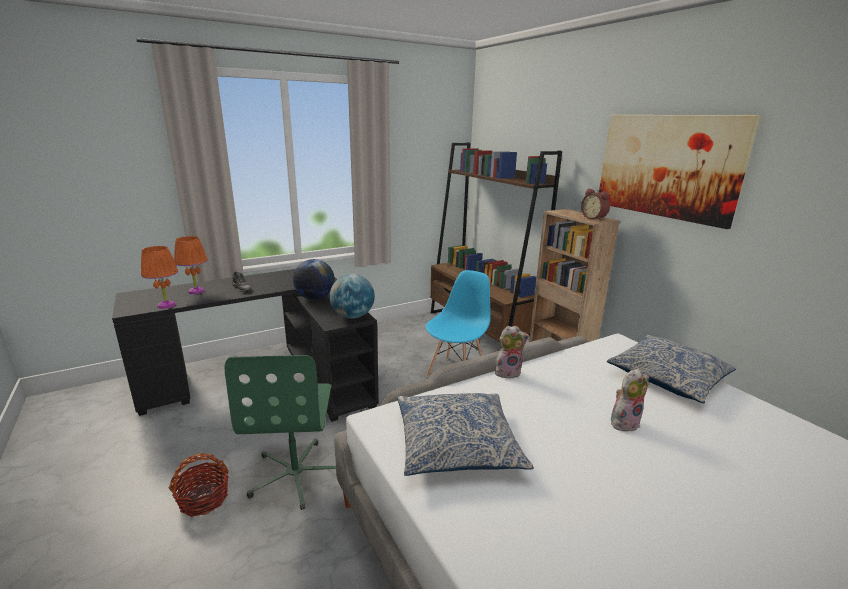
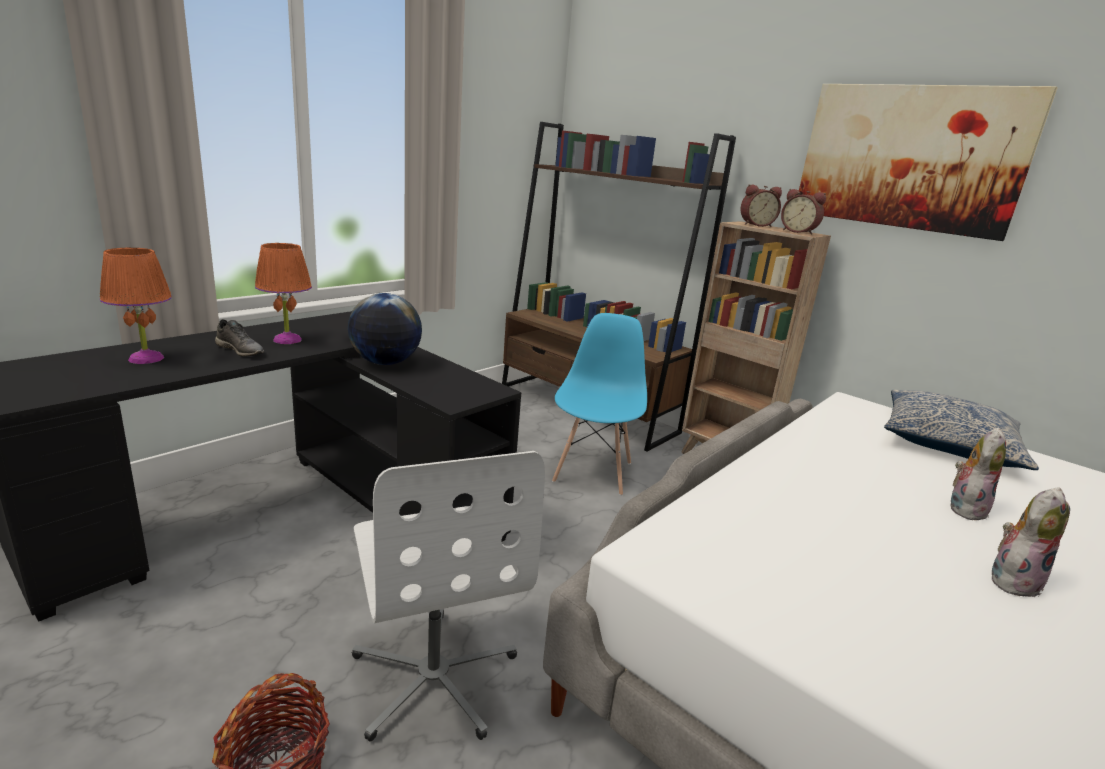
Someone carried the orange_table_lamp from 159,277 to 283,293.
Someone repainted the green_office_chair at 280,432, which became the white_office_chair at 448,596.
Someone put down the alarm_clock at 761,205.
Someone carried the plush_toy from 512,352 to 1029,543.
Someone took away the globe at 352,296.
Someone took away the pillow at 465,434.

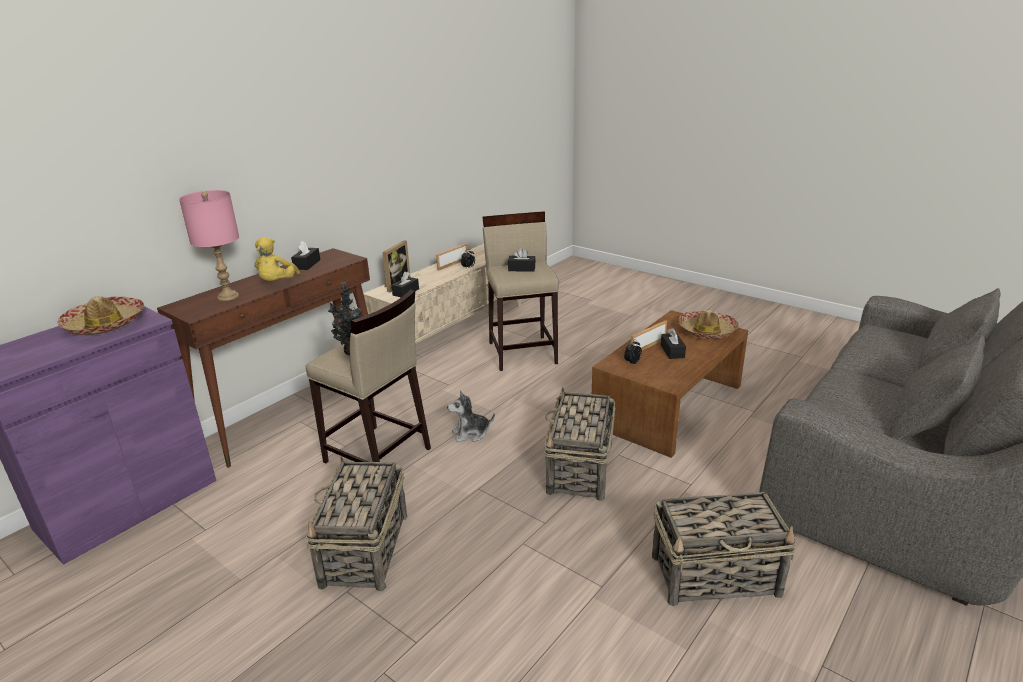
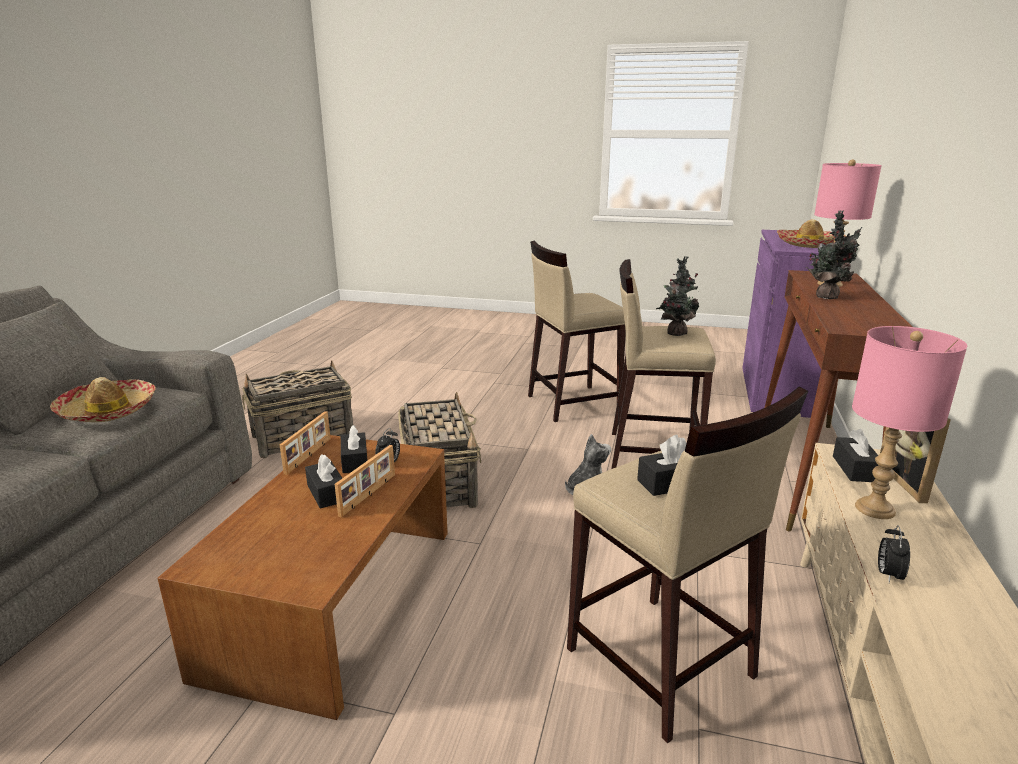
Someone carried the hat from 708,324 to 102,399.
Someone carried the picture_frame from 451,257 to 305,443.
Someone carried the black_tissue_box from 305,255 to 354,449.
Someone swapped the basket at 356,523 for the beige_stool at 577,331.
Someone swapped the yellow_plush_toy at 277,259 for the potted_plant at 834,255.
Someone put down the pink_table_lamp at 909,422.

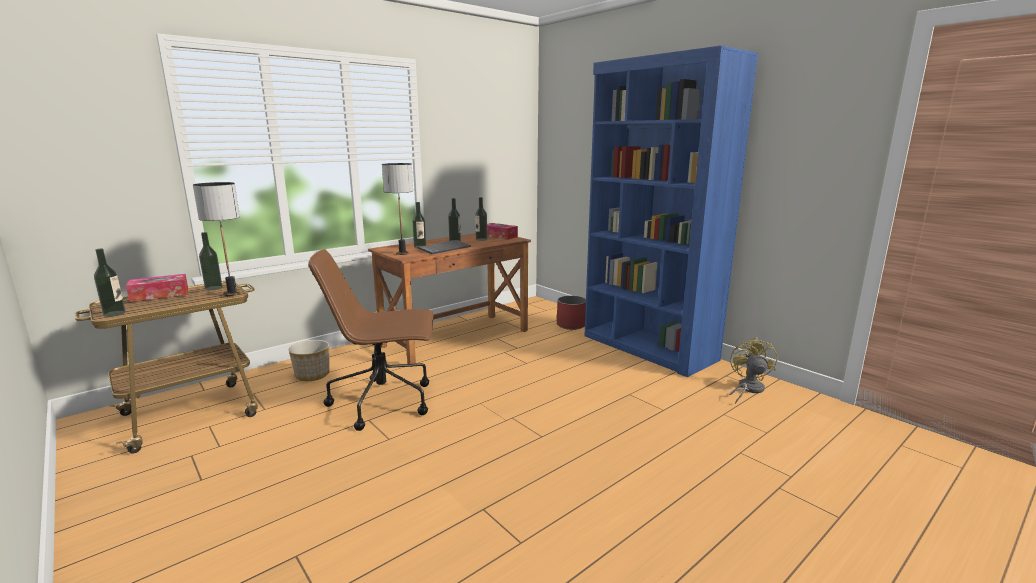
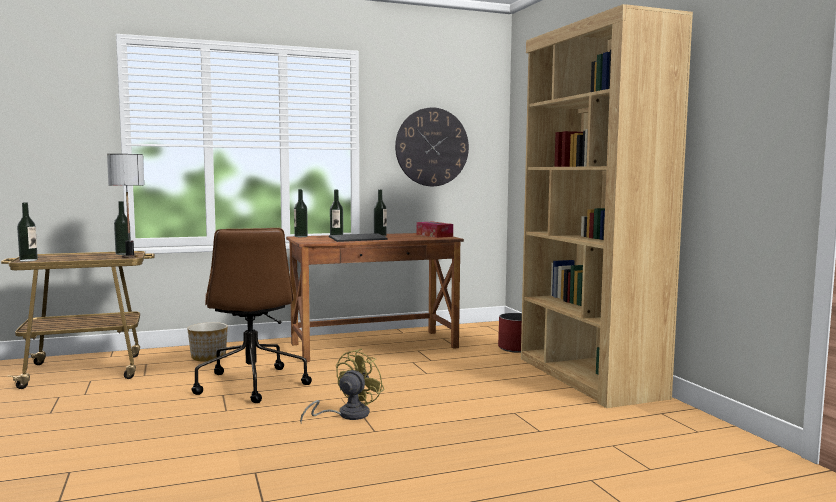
Someone rotated the brown_office_chair at 371,340 by 120 degrees counterclockwise.
Someone carried the bottle from 481,219 to 301,213.
Someone carried the yellow_fan from 753,370 to 342,386.
Someone put up the wall_clock at 432,146.
Someone repainted the blue_bookcase at 671,211, which became the brown_bookcase at 607,206.
Someone took away the tissue_box at 157,288.
Someone took away the table_lamp at 397,209.

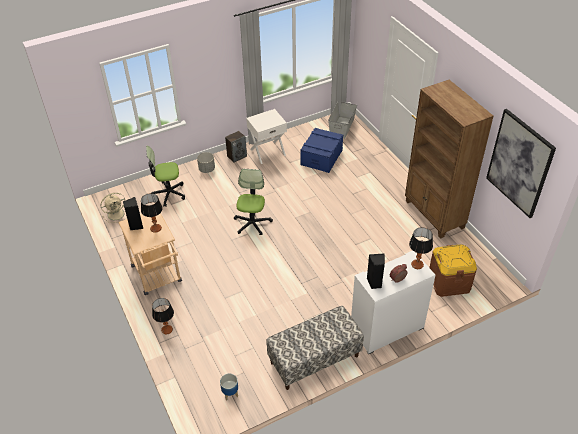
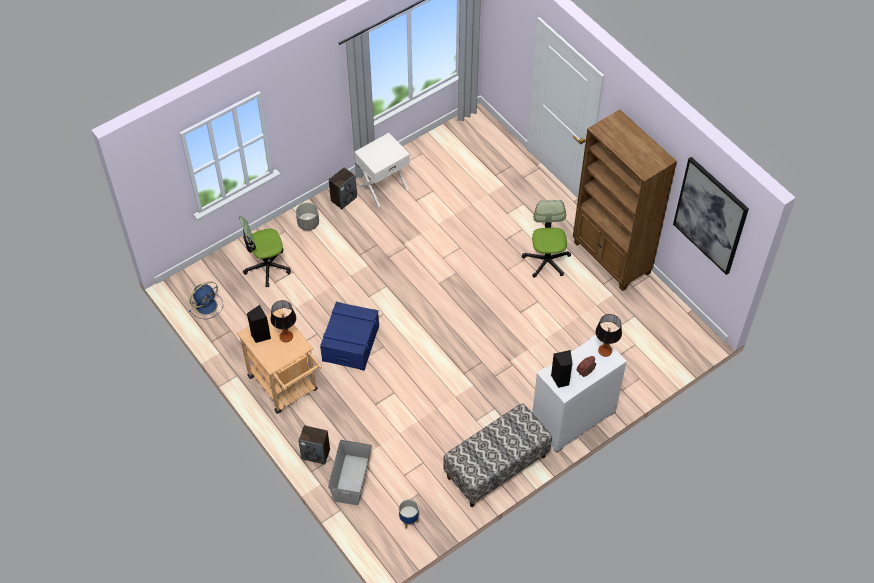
Someone repainted the beige_fan at 113,208, which became the blue_fan at 206,300.
Someone swapped the table_lamp at 163,316 for the speaker at 314,444.
Someone carried the blue_storage_box from 322,150 to 349,336.
Someone carried the grey_storage_box from 342,120 to 350,472.
Someone carried the office_chair from 253,202 to 546,239.
Someone took away the brown_storage_box at 453,270.

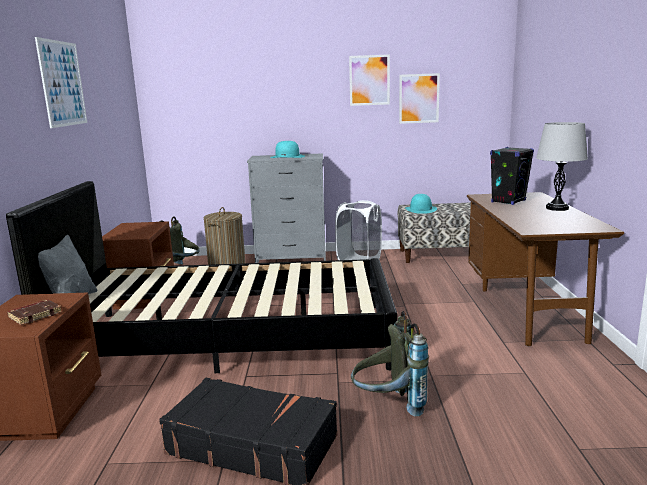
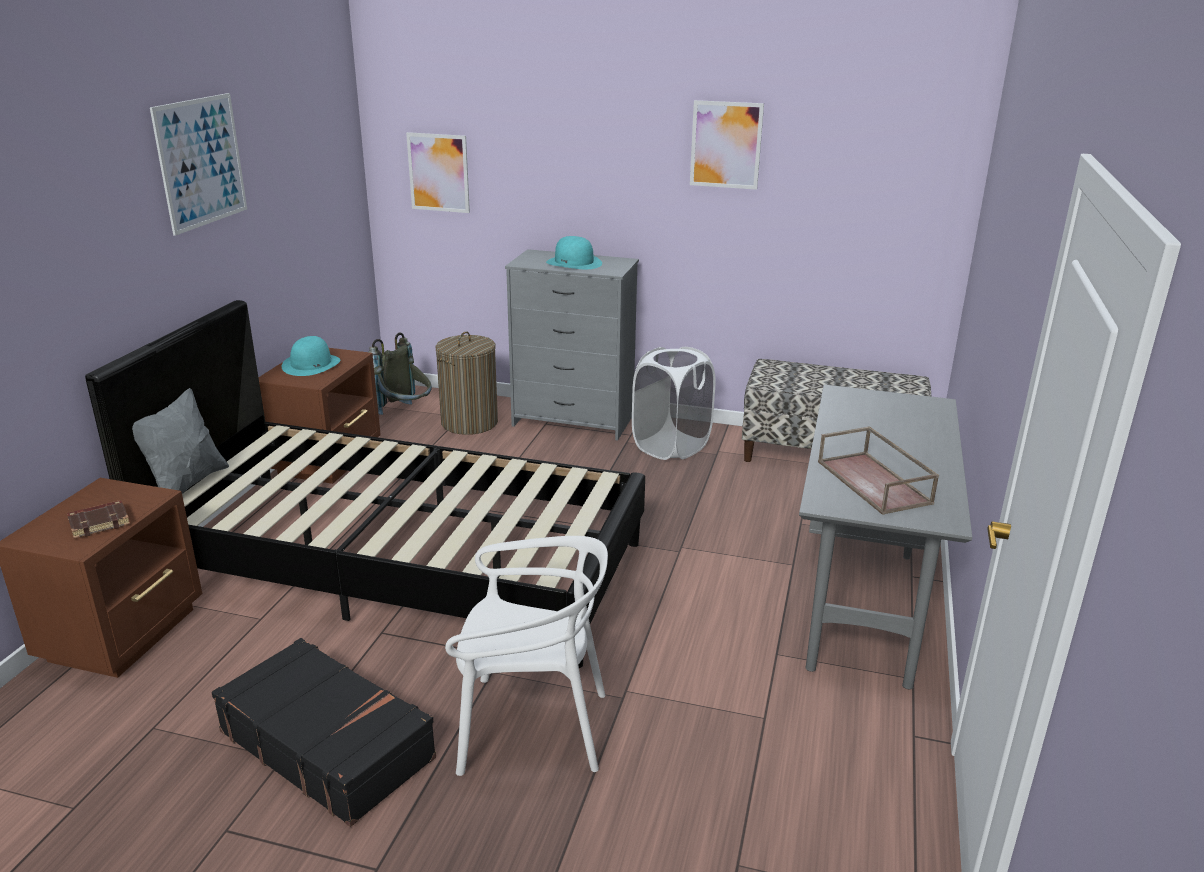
Someone carried the turquoise_hat from 421,204 to 311,356.
Someone carried the picture from 419,98 to 438,172.
Someone swapped the grey_backpack at 390,364 for the white_chair at 526,656.
Someone repainted the brown_desk at 545,269, which became the grey_desk at 885,537.
Someone put down the brown_tray at 878,470.
Someone took away the black_speaker at 512,176.
Someone took away the grey_table_lamp at 562,166.

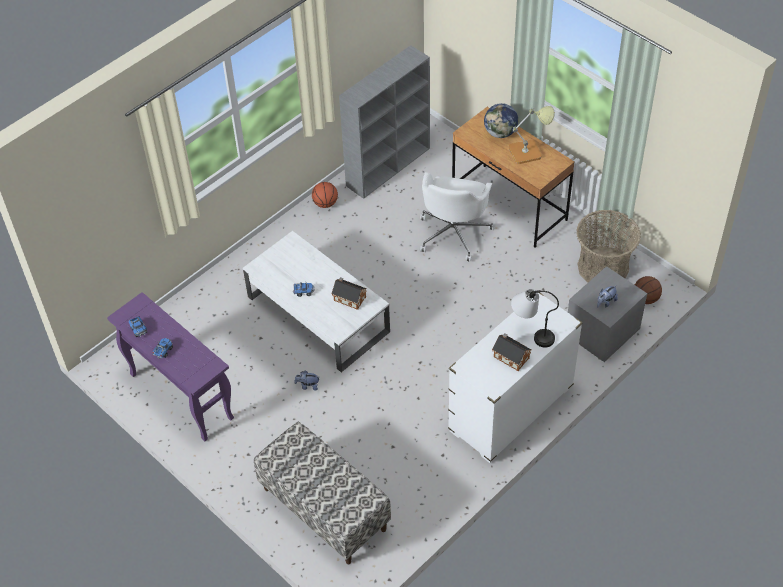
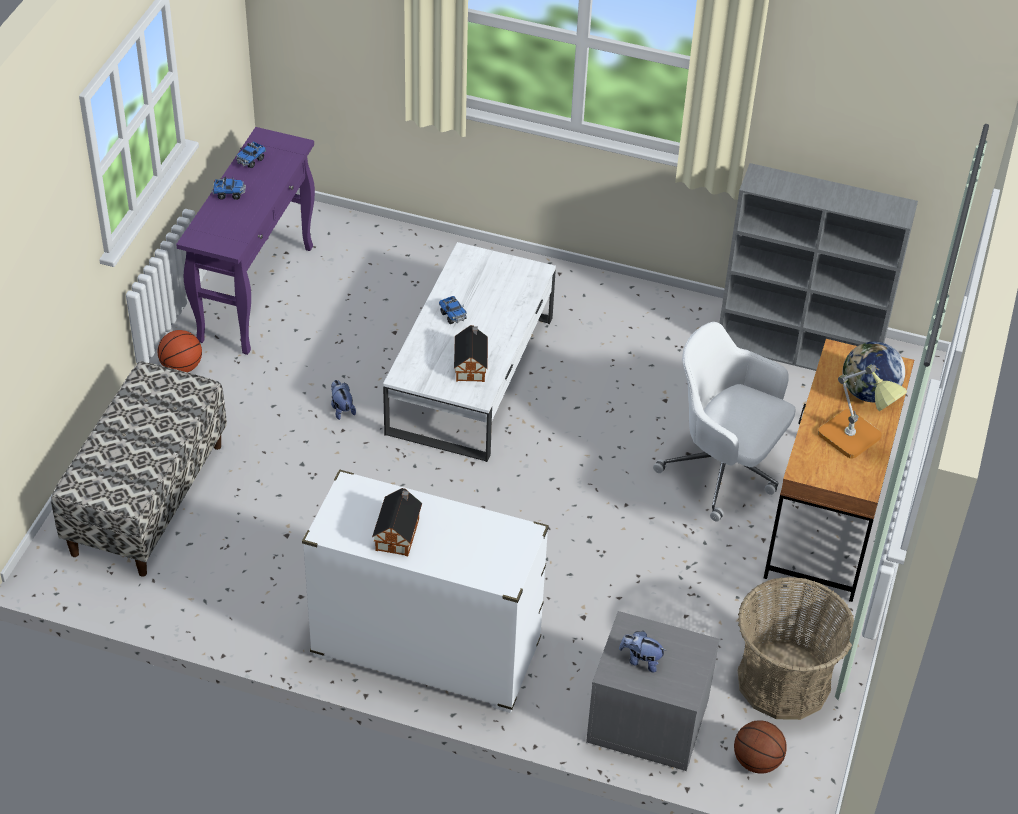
Someone carried the basketball from 325,195 to 180,351.
Someone rotated the white_office_chair at 457,217 by 45 degrees clockwise.
Someone took away the table_lamp at 535,318.

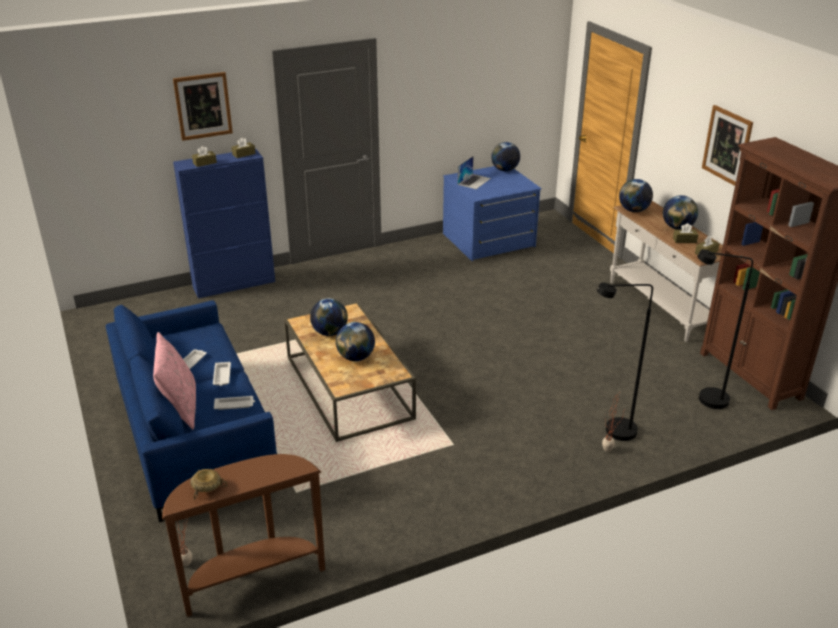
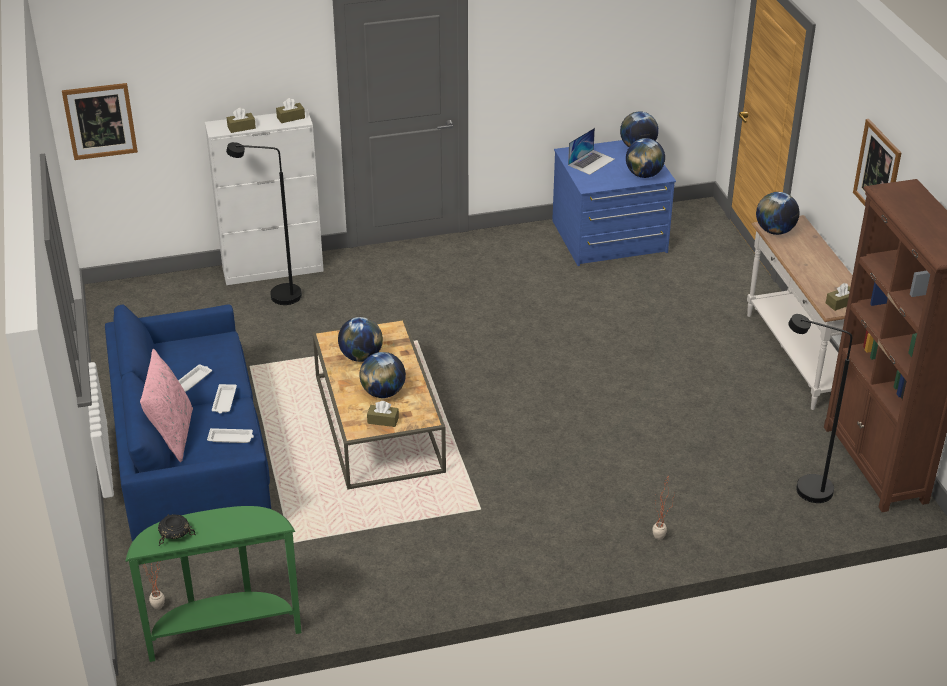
Someone carried the picture from 203,106 to 100,121.
Someone repainted the brown_console_table at 243,535, which became the green_console_table at 213,584.
Someone repainted the beige_bowl at 209,484, which became the black_bowl at 177,530.
Someone repainted the blue_cabinet at 224,223, which became the white_cabinet at 264,197.
Someone carried the black_floor_lamp from 625,361 to 264,223.
Someone carried the brown_tissue_box from 685,233 to 383,414.
Someone carried the globe from 680,212 to 645,158.

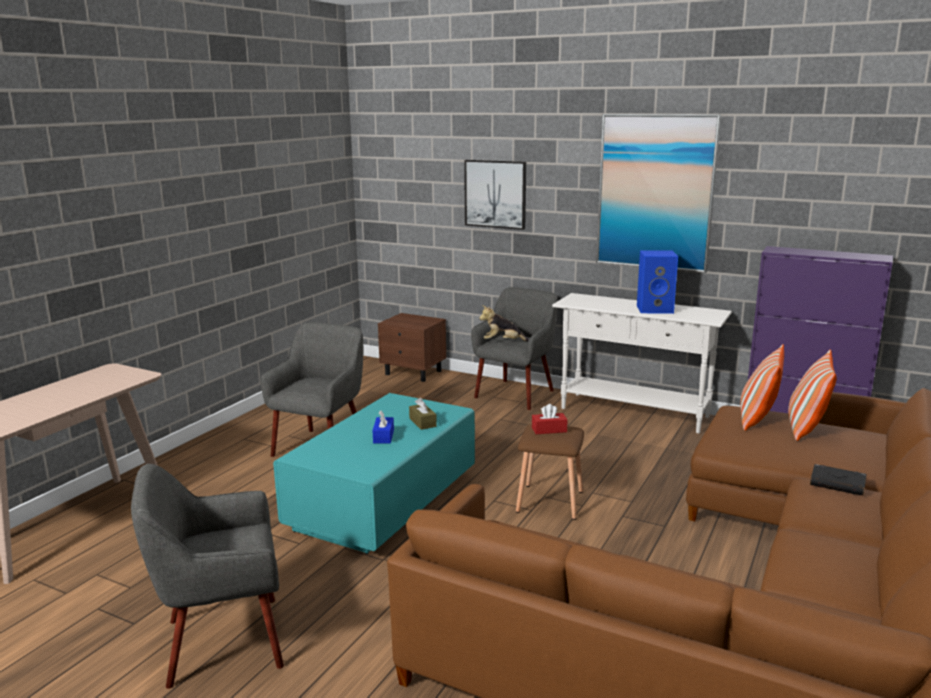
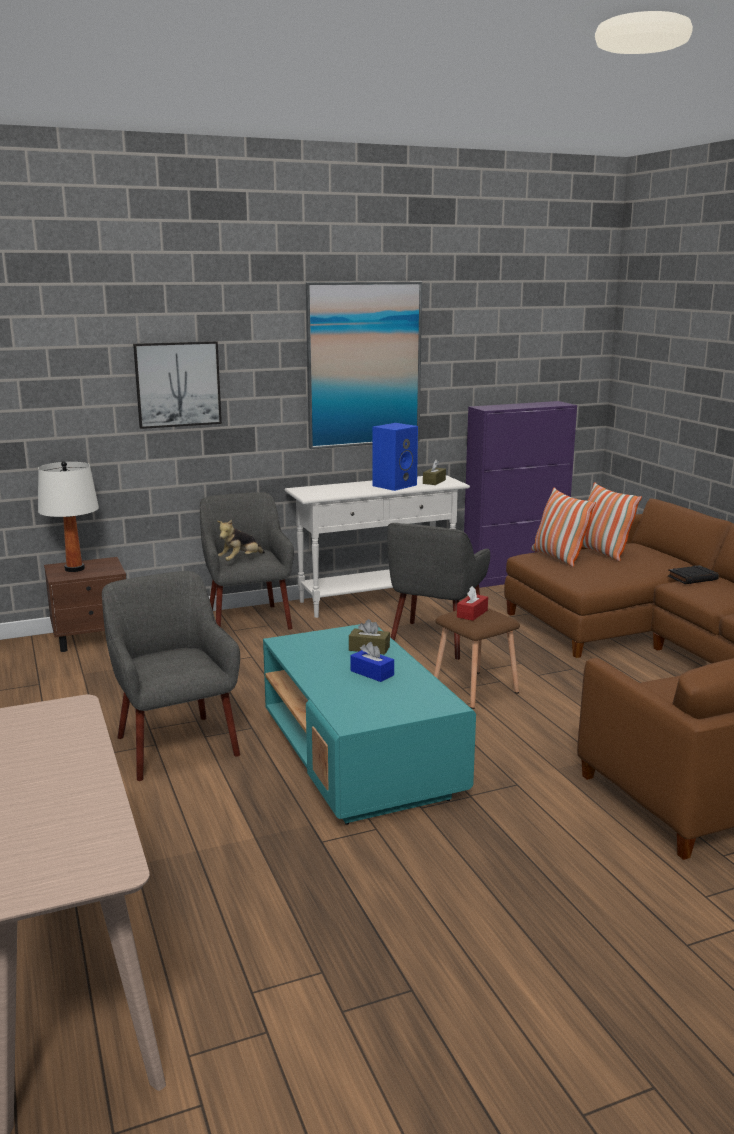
Someone put down the white_table_lamp at 68,516.
Someone carried the grey_armchair from 207,576 to 438,591.
Someone put down the brown_tissue_box at 434,472.

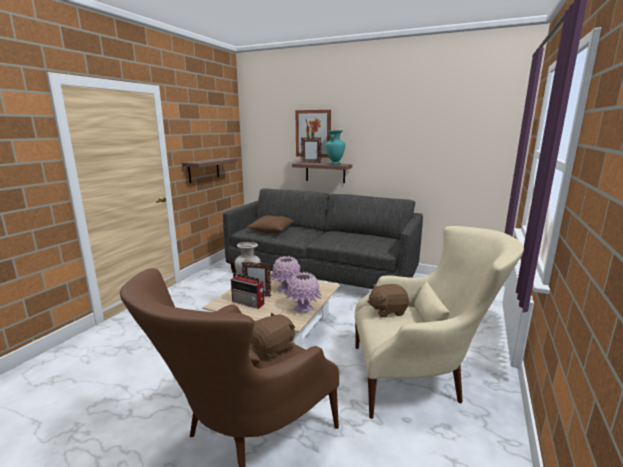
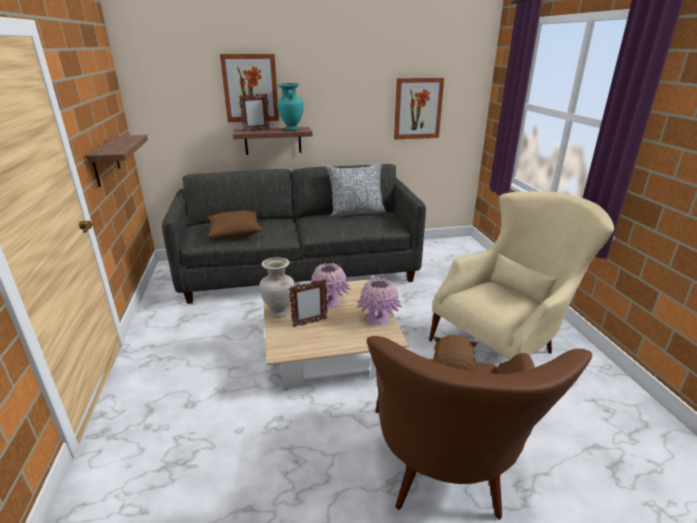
Someone put down the pillow at 356,190.
Someone put up the picture at 419,108.
Someone took away the radio at 247,291.
Someone took away the brown_plush_toy at 388,300.

